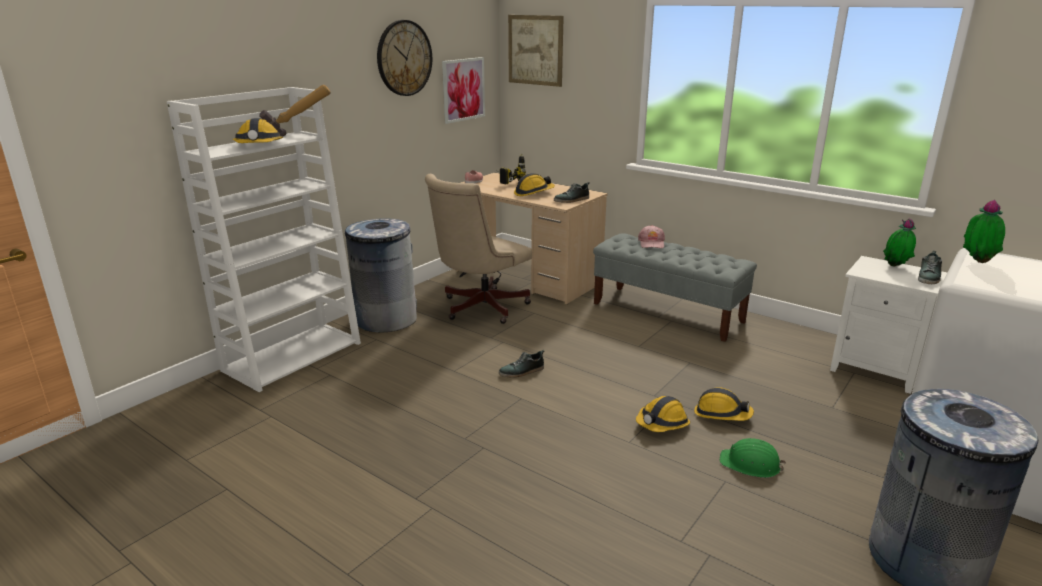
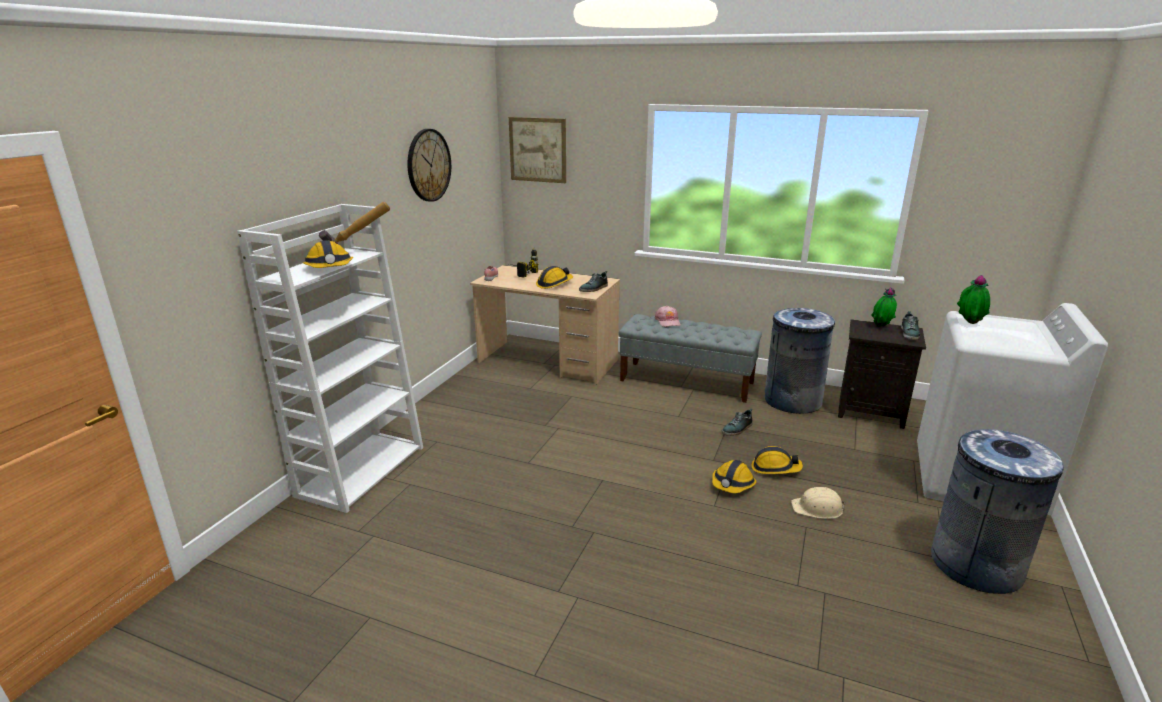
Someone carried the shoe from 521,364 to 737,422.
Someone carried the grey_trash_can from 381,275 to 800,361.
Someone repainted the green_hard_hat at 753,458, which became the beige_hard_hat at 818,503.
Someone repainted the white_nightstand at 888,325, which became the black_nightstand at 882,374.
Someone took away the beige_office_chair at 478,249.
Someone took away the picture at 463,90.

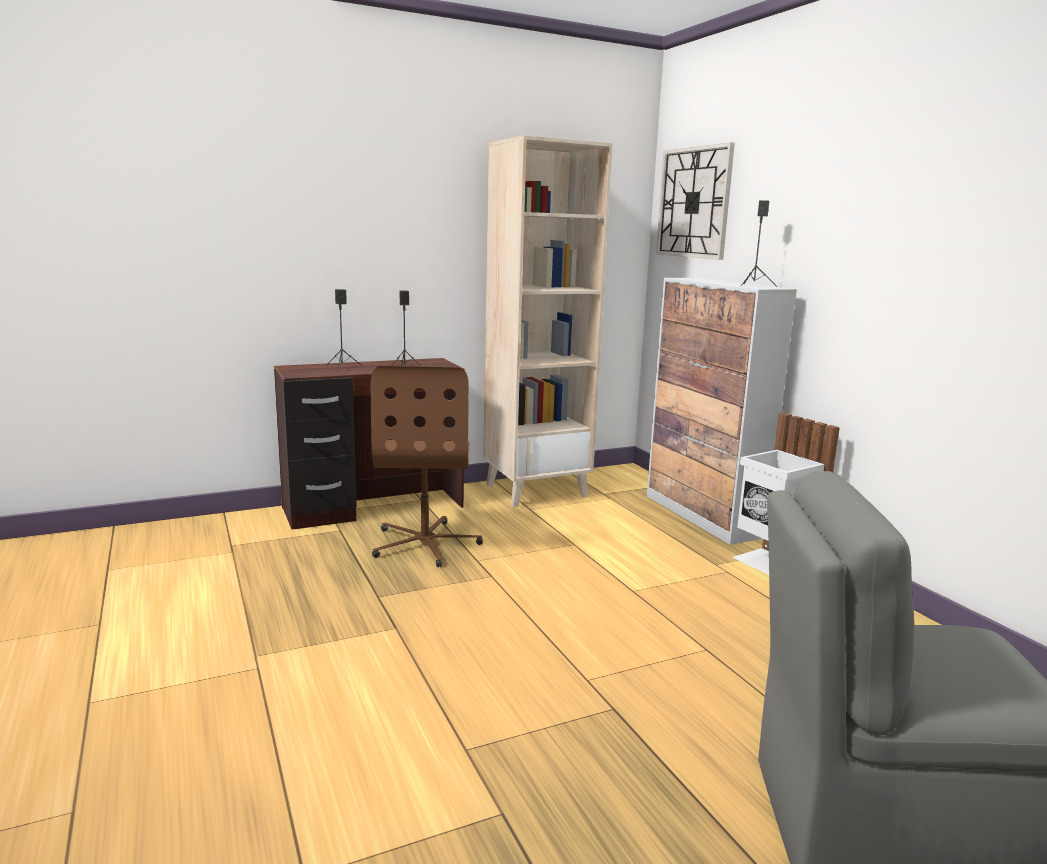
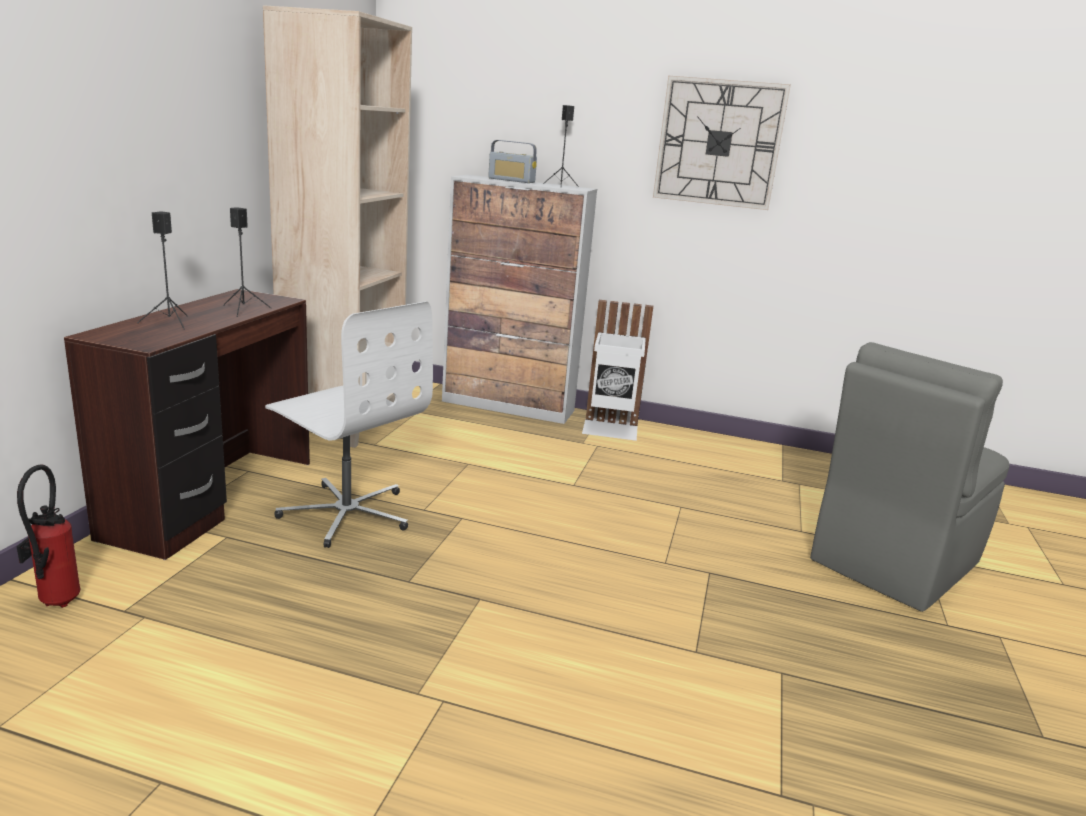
Someone put down the fire_extinguisher at 48,536.
Someone repainted the brown_office_chair at 427,466, which became the white_office_chair at 349,424.
Someone put down the radio at 512,161.
Someone carried the wall_clock from 695,201 to 722,143.

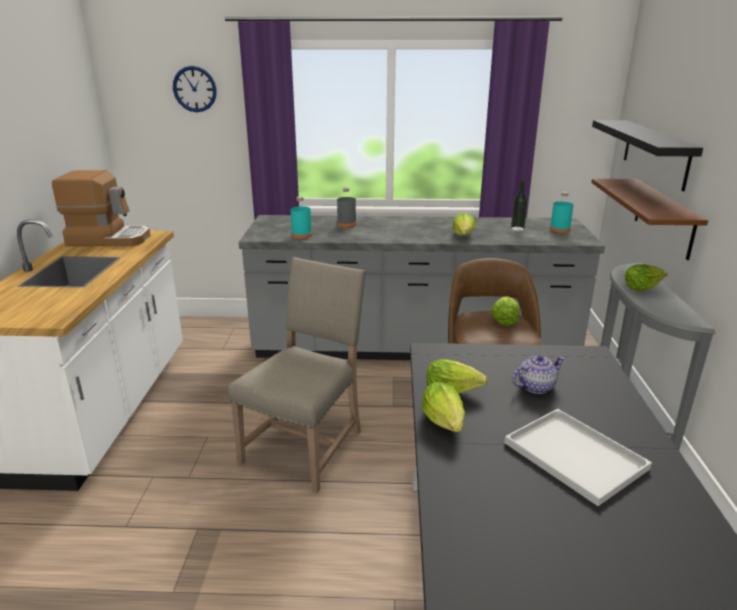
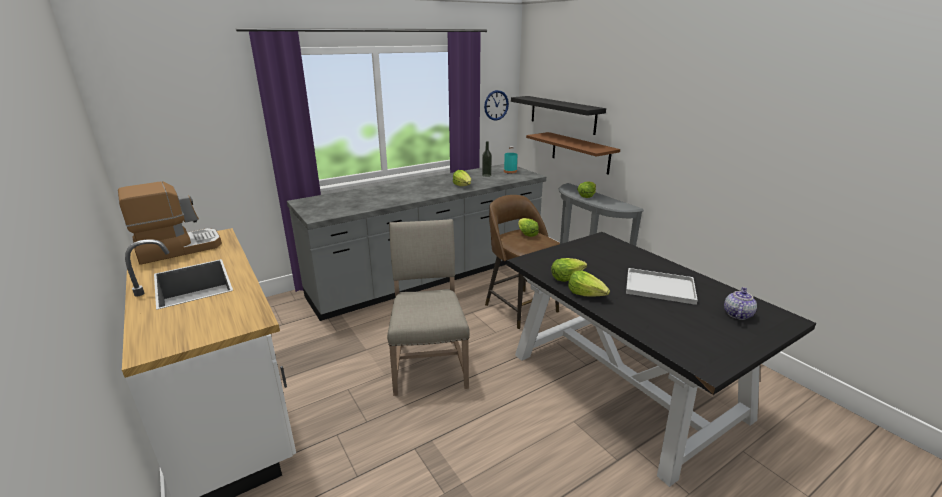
Someone carried the wall_clock from 195,89 to 496,105.
Someone carried the teapot from 538,374 to 740,303.
Someone took away the turquoise_bottle at 301,217.
Someone took away the grey_bottle at 346,207.

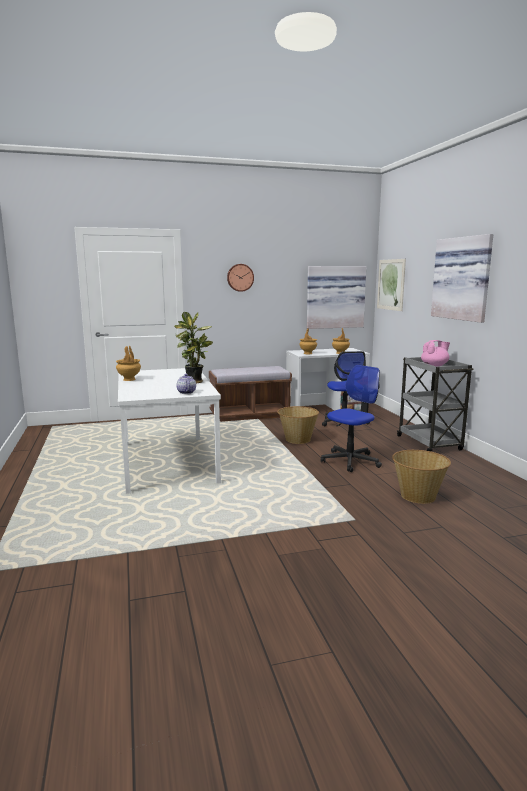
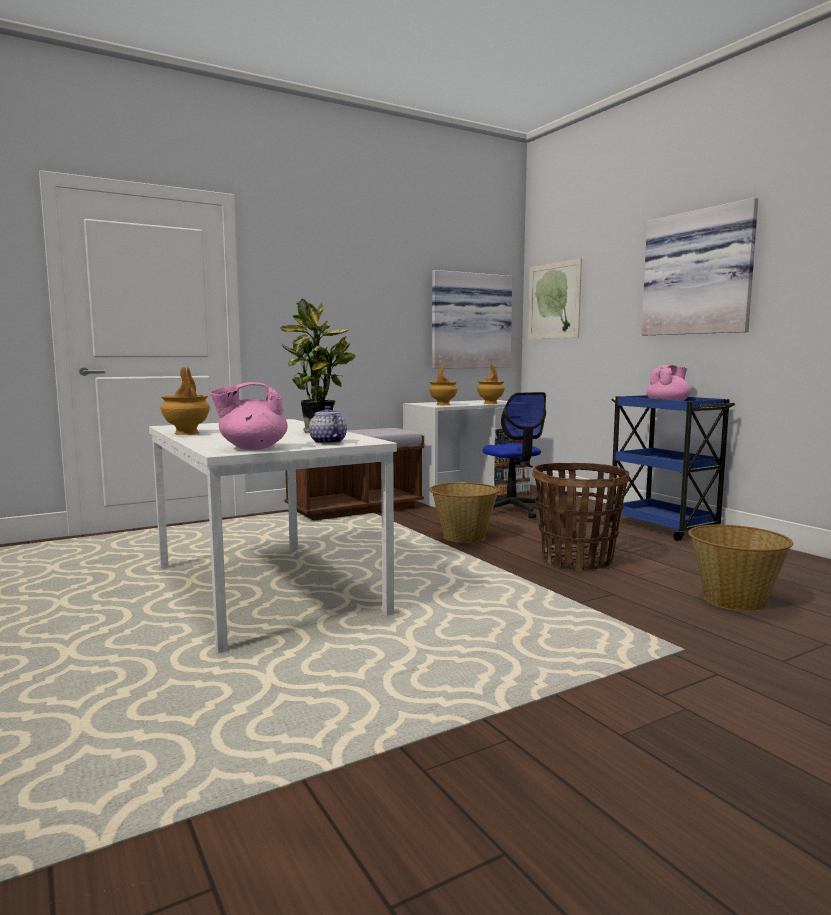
Someone put down the pink_teapot at 249,416.
Someone swapped the office_chair at 351,418 for the basket at 580,517.
Someone repainted the grey_cart at 435,404, which became the blue_cart at 672,468.
Someone took away the wall_clock at 240,278.

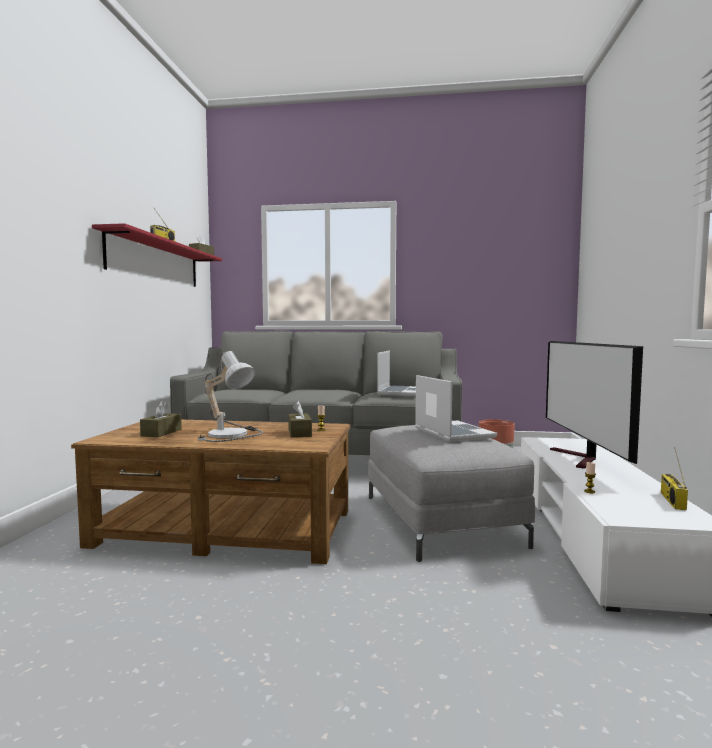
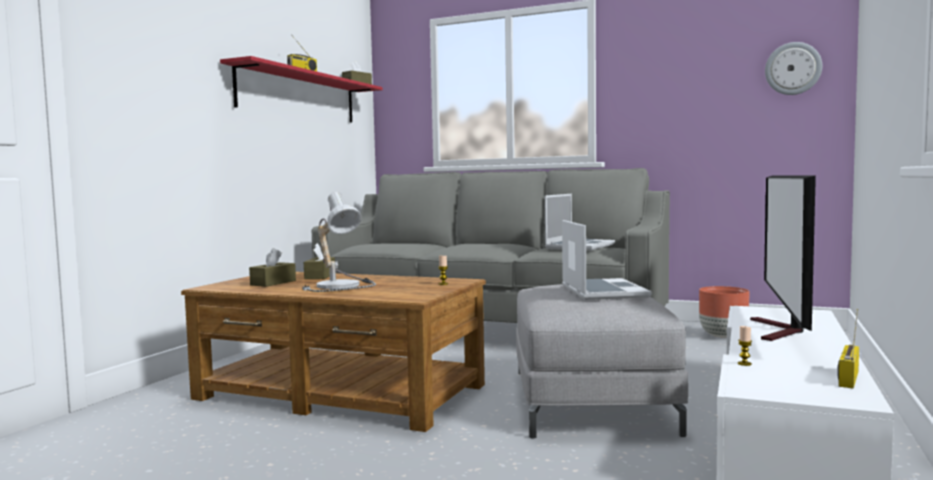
Someone carried the brown_tissue_box from 300,419 to 319,261.
Someone put up the wall_clock at 793,68.

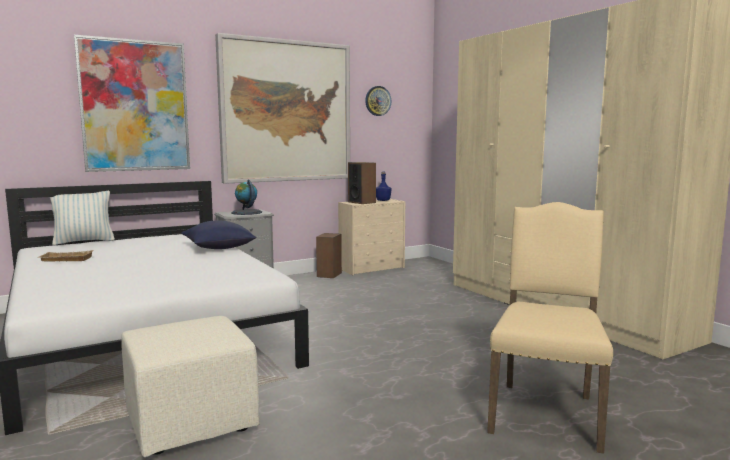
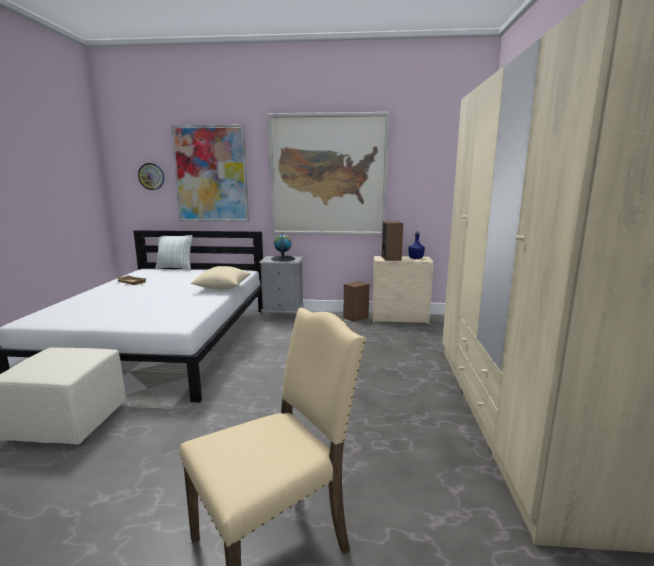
Someone carried the wall_clock from 378,101 to 151,176.
Someone repainted the blue_pillow at 219,235, which became the beige_pillow at 221,278.

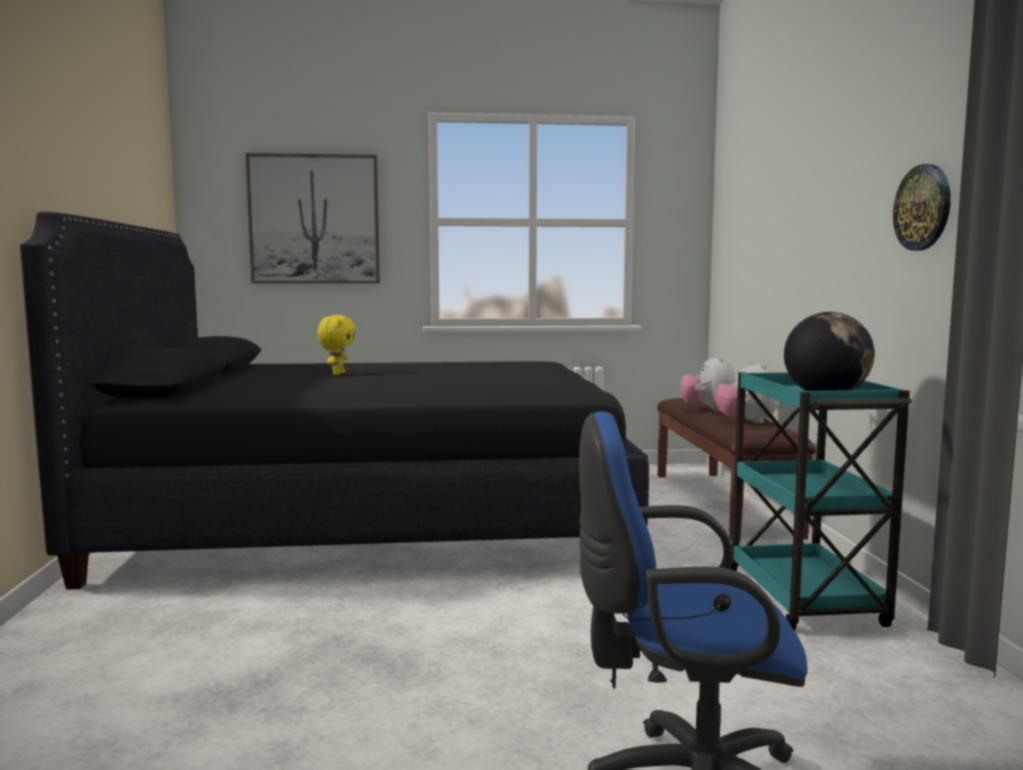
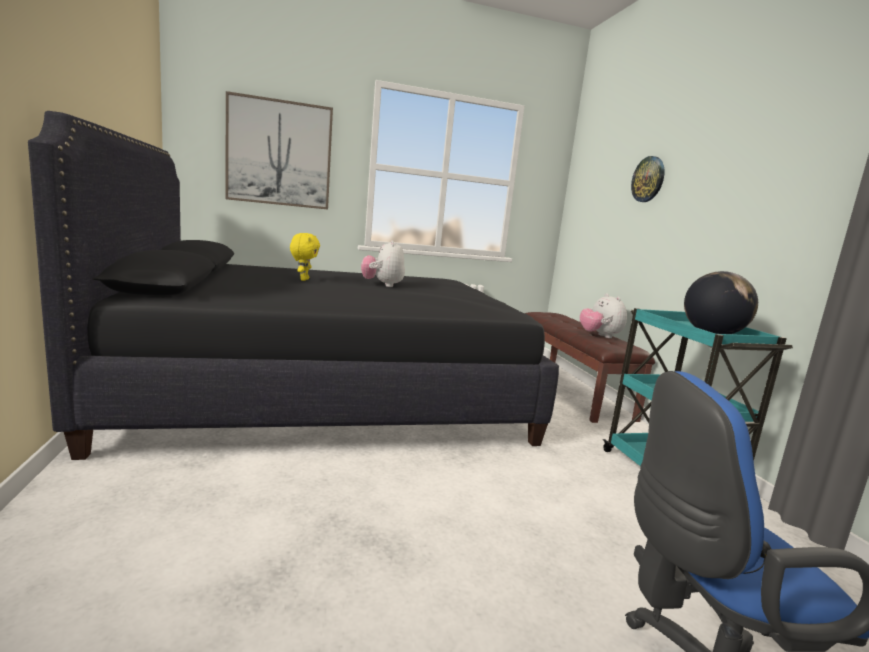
Someone carried the plush_toy from 707,383 to 383,264.
Someone carried the wall_clock from 922,207 to 647,179.

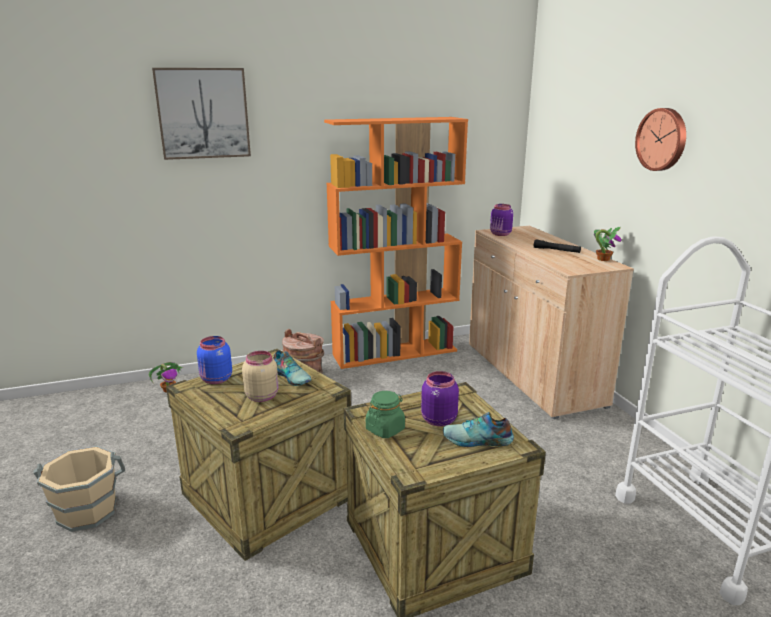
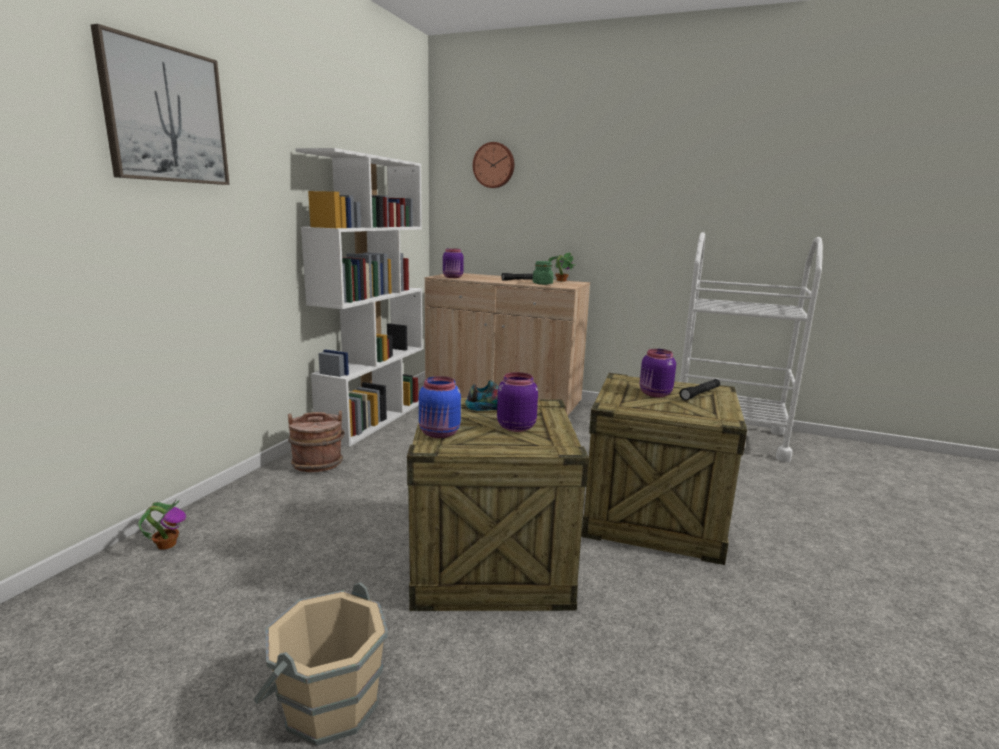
Someone repainted the orange_bookcase at 396,243, which became the white_bookcase at 359,297.
Someone carried the wall_clock from 660,139 to 493,165.
Someone repainted the beige_jar at 260,376, which became the purple_jar at 517,402.
Someone carried the green_jar from 385,414 to 543,273.
Someone swapped the shoe at 478,429 for the black_flashlight at 700,389.

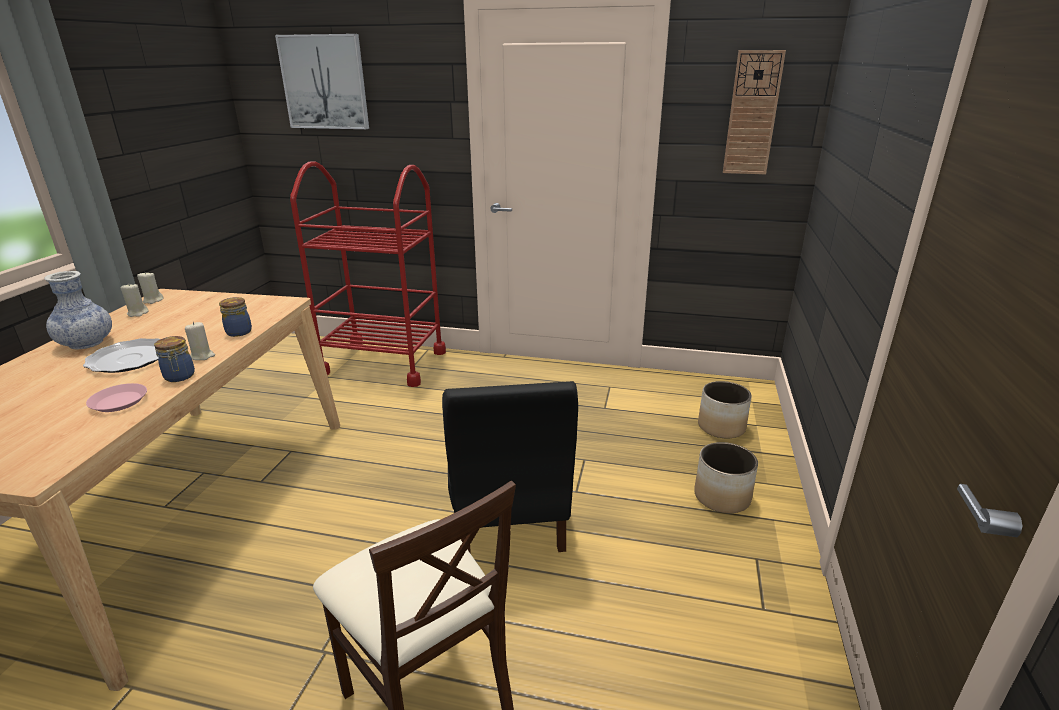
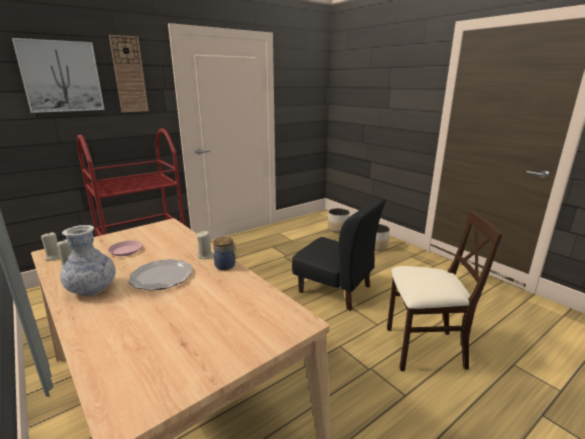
Someone carried the pink_plate from 116,397 to 125,248.
Someone carried the wall_clock from 754,112 to 129,73.
Someone took away the jar at 235,317.

